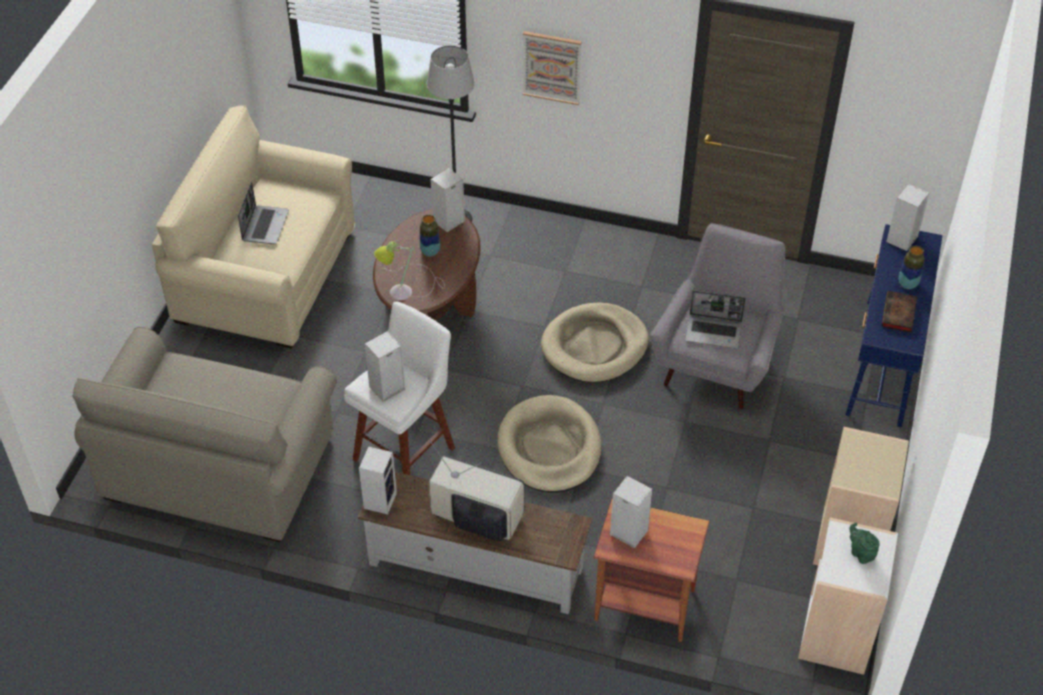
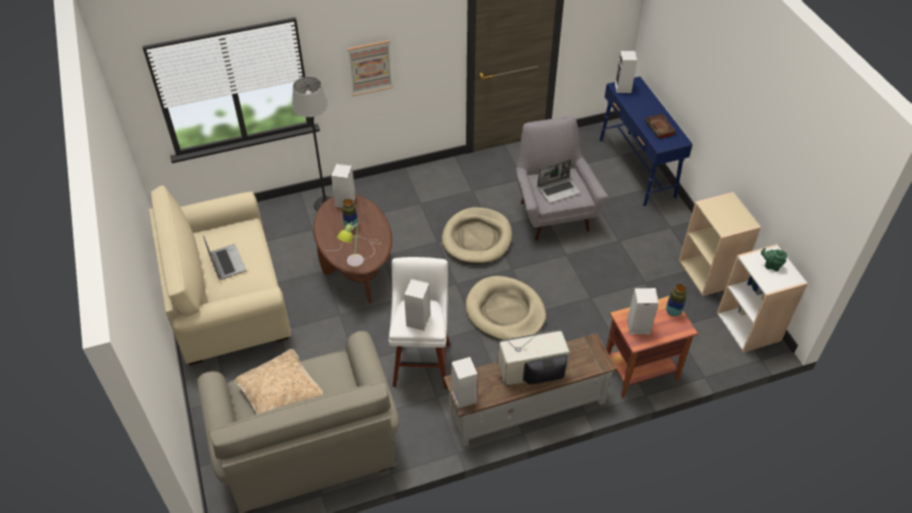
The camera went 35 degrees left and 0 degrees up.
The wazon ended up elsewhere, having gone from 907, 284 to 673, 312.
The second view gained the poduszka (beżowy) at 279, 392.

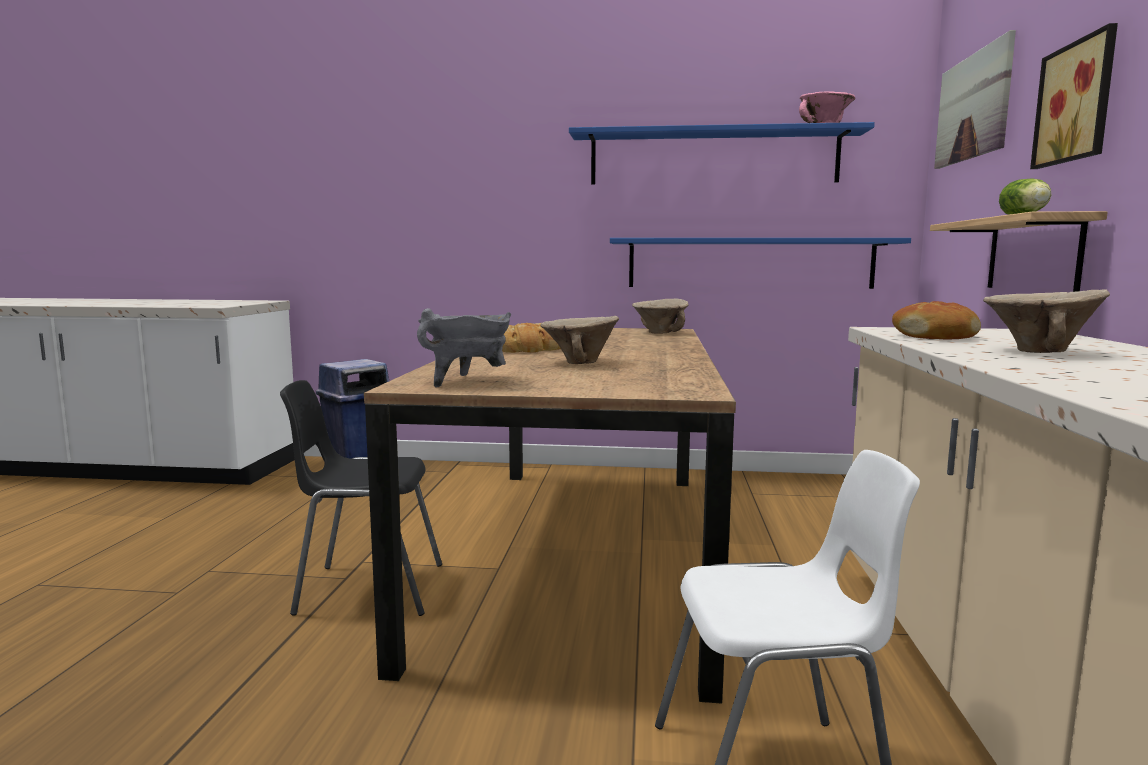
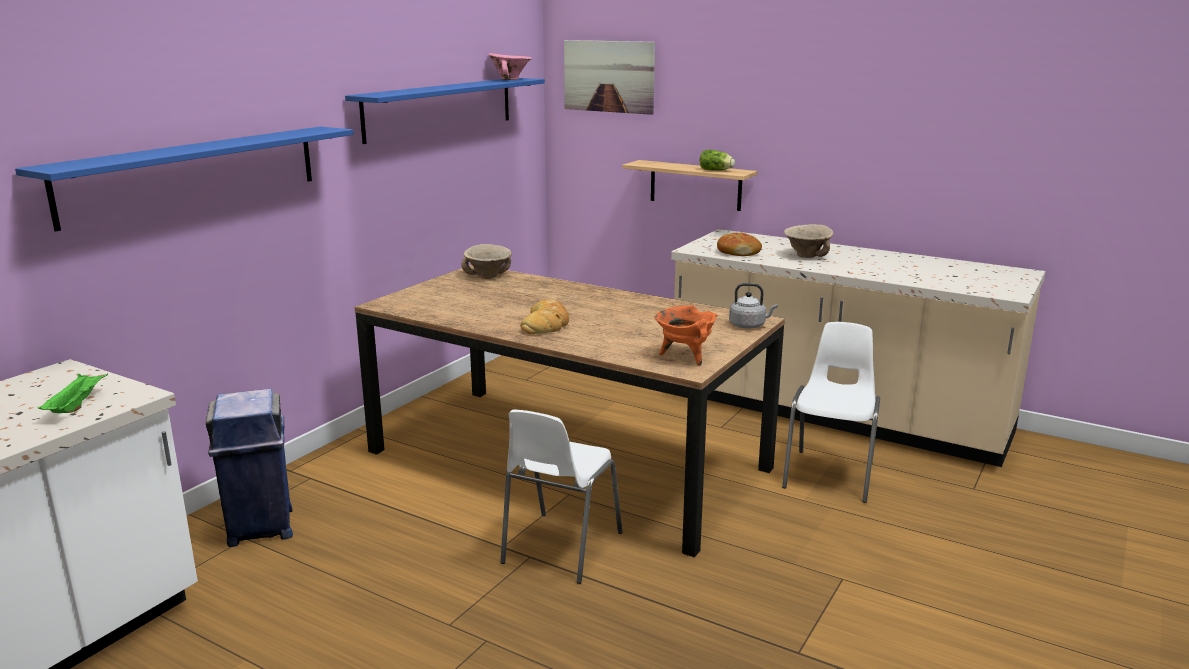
The camera went 65 degrees left and 10 degrees up.
What was the krzesło (czarny) at 367, 589 turned into the krzesło (biały) at 559, 549.
What was the garnek (szary) at 467, 382 turned into the garnek (pomarańczowy) at 685, 356.
The second view lost the miska (beżowy) at 578, 363.
The półka (niebieski) ended up elsewhere, having gone from 750, 263 to 194, 173.
The second view lost the obraz at 1079, 102.
The second view gained the taca (zielony) at 76, 405.
The second view gained the czajnik (szary) at 749, 325.

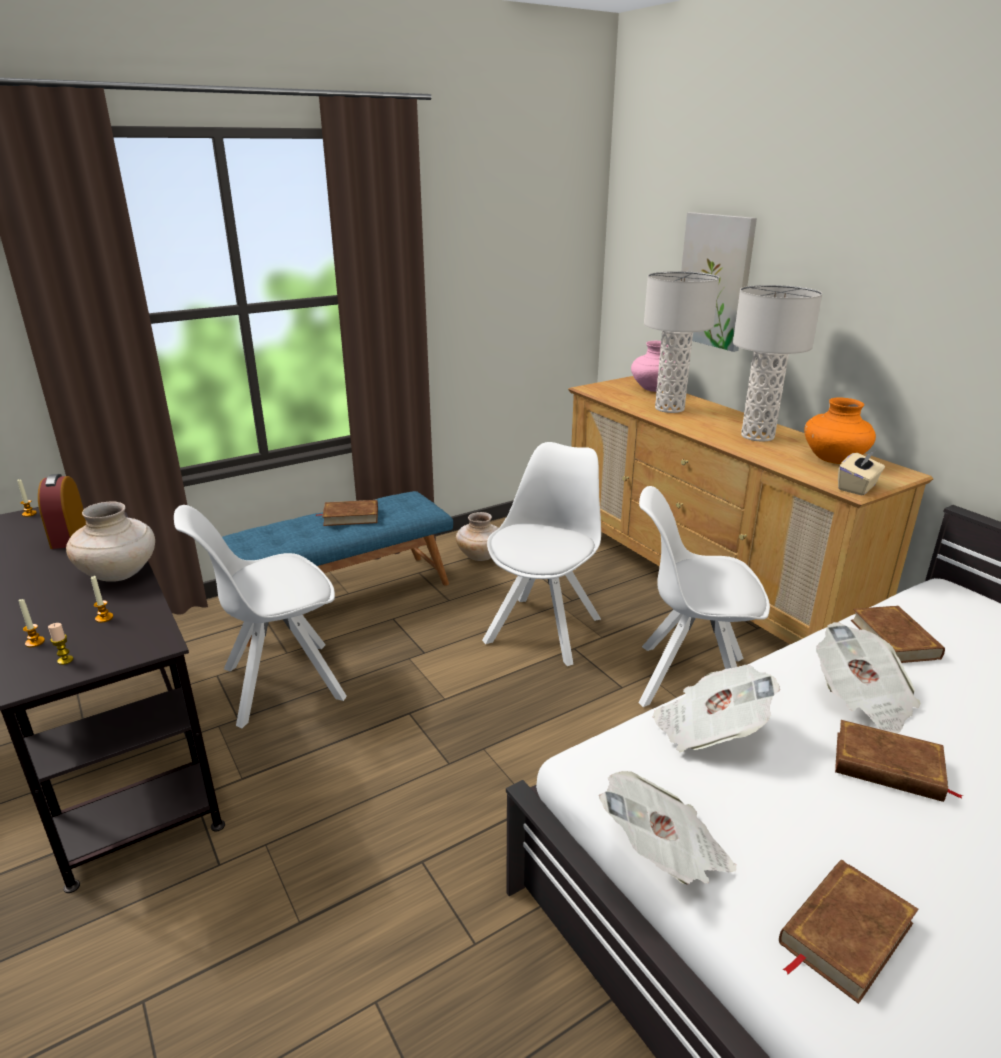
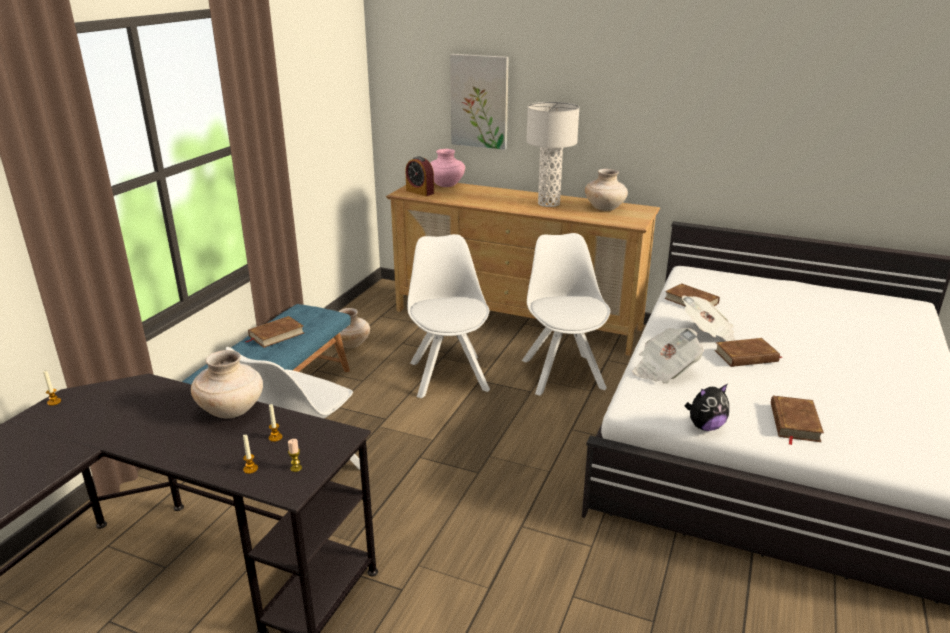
The camera went 35 degrees left and 0 degrees up.
The budzik ended up elsewhere, having gone from 69, 536 to 420, 192.
Where the gazeta stood at 665, 854, the pluszak came to stand at 705, 426.
The krzesło (biały) at 689, 680 ended up facing another way, 105 degrees clockwise from before.
The second view lost the lampa stołowa (biały) at 669, 408.
What was the wazon (pomarańczowy) at 834, 459 turned into the wazon (beżowy) at 605, 208.
The second view lost the pudełko chusteczek (beżowy) at 857, 487.

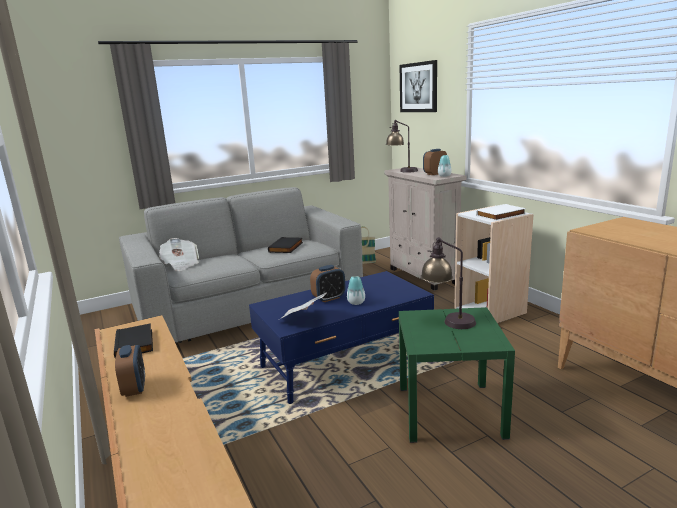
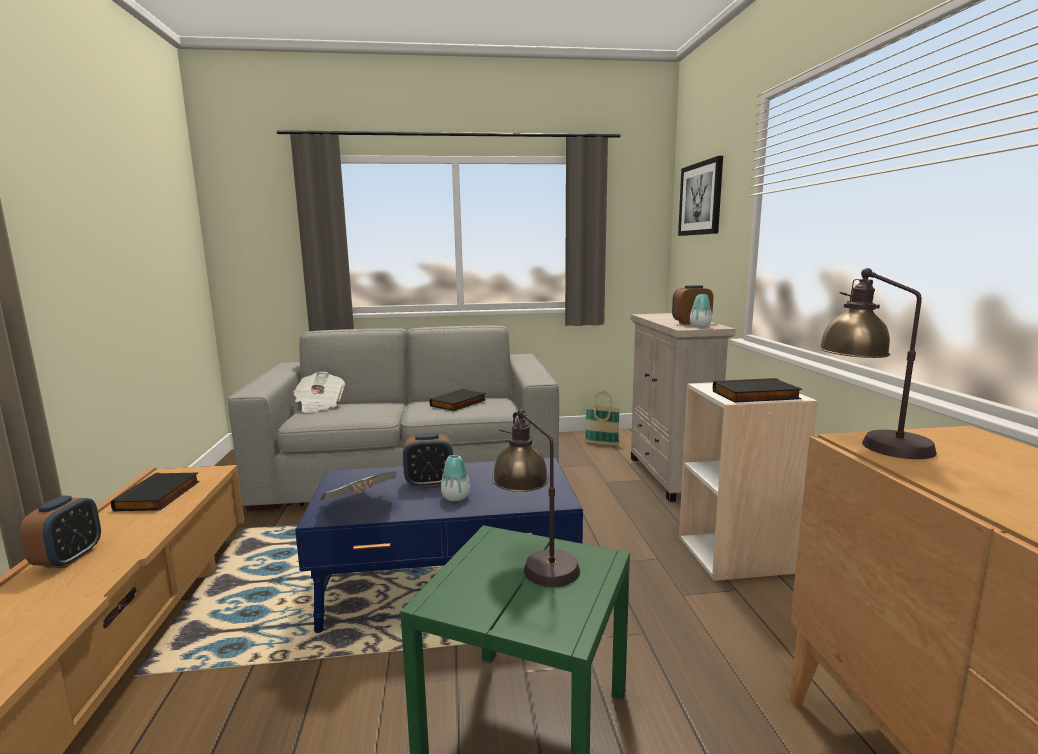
The camera went 20 degrees right and 5 degrees down.
The lampa stołowa ended up elsewhere, having gone from 402, 171 to 869, 442.
What was the książka (biały) at 501, 215 turned into the książka (czarny) at 755, 396.

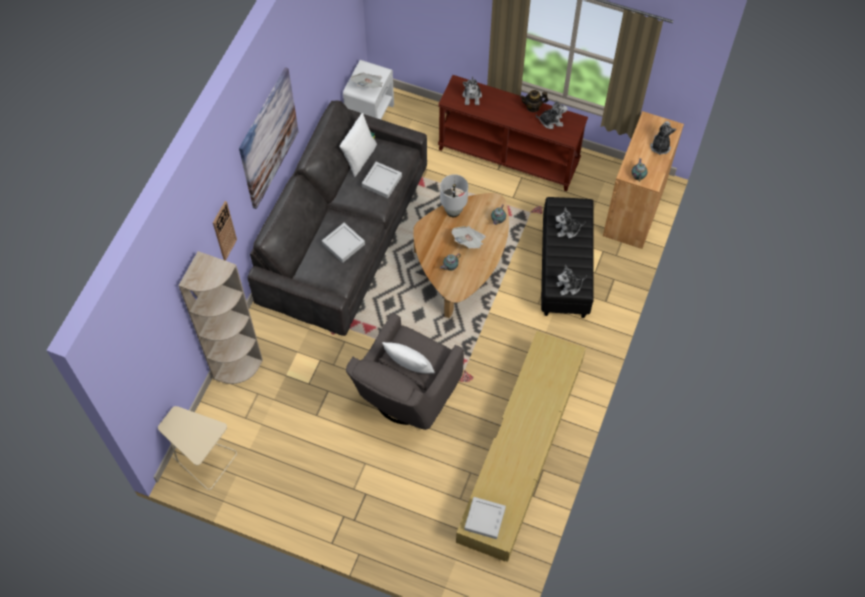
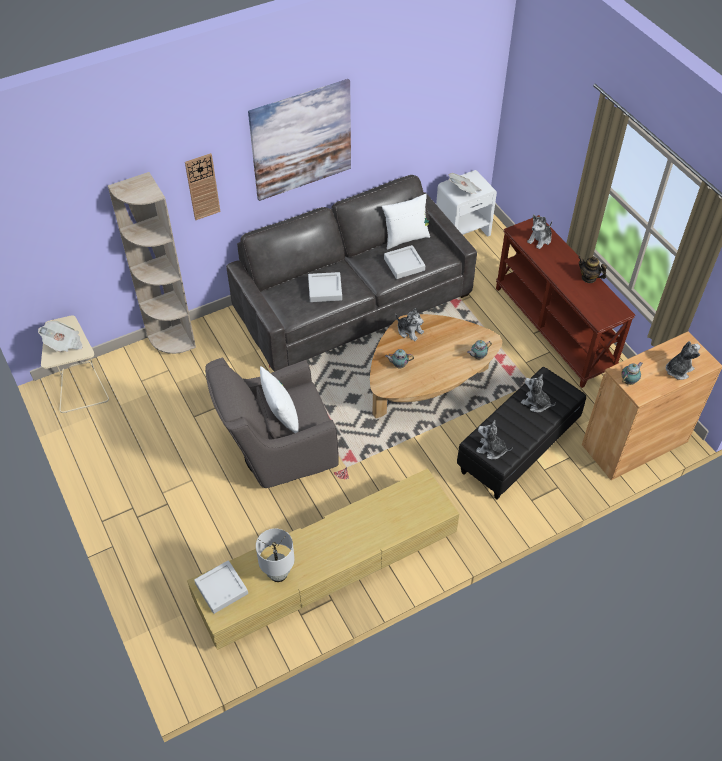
The camera went 40 degrees right and 10 degrees down.
The lampa stołowa (biały) ended up elsewhere, having gone from 453, 211 to 278, 573.
The gazeta ended up elsewhere, having gone from 469, 241 to 64, 344.
The pluszak ended up elsewhere, having gone from 551, 121 to 409, 331.

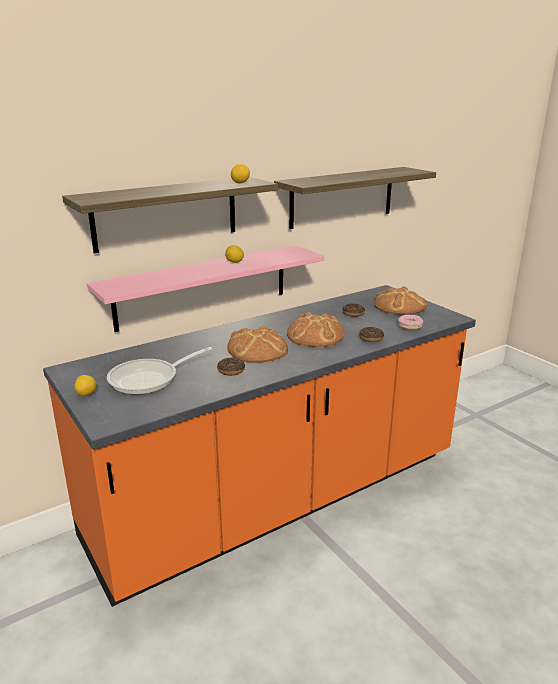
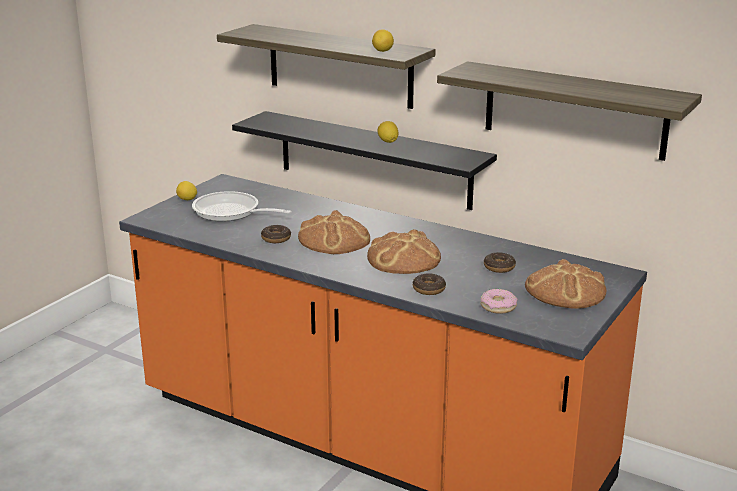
The camera went 65 degrees right and 0 degrees up.
What was the półka (różowy) at 203, 287 turned into the półka (czarny) at 373, 159.

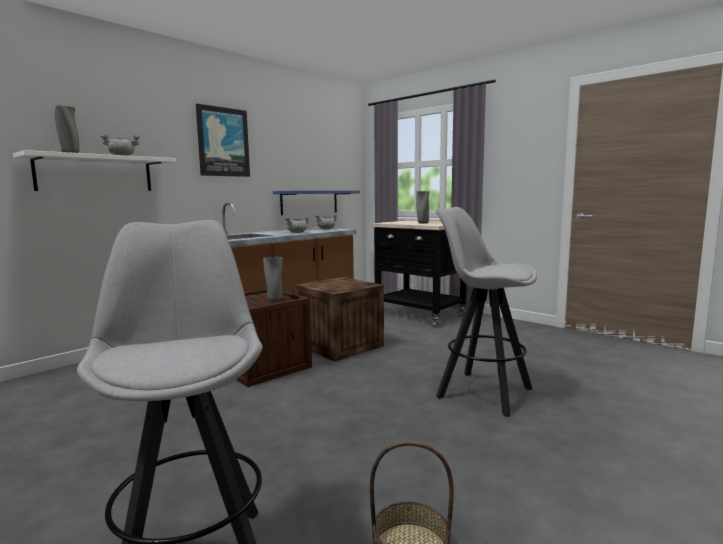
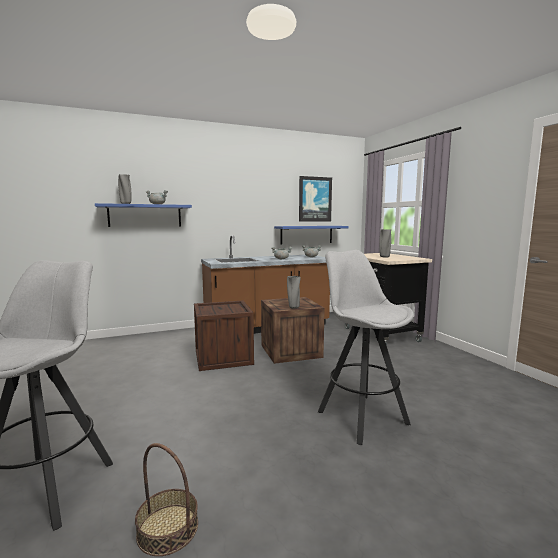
The camera went 25 degrees right and 0 degrees up.
What was the półka (biały) at 95, 174 turned into the półka (niebieski) at 145, 215.
The obraz ended up elsewhere, having gone from 223, 142 to 315, 199.
The wazon (szary) ended up elsewhere, having gone from 274, 300 to 293, 307.

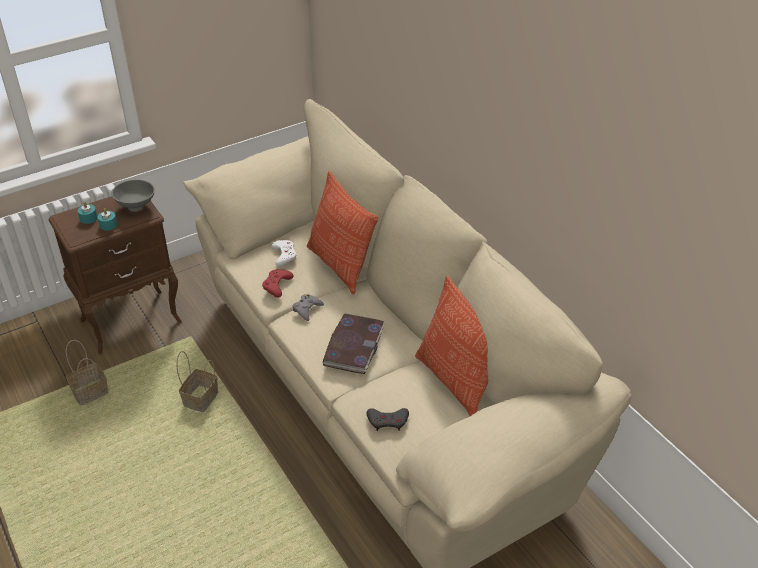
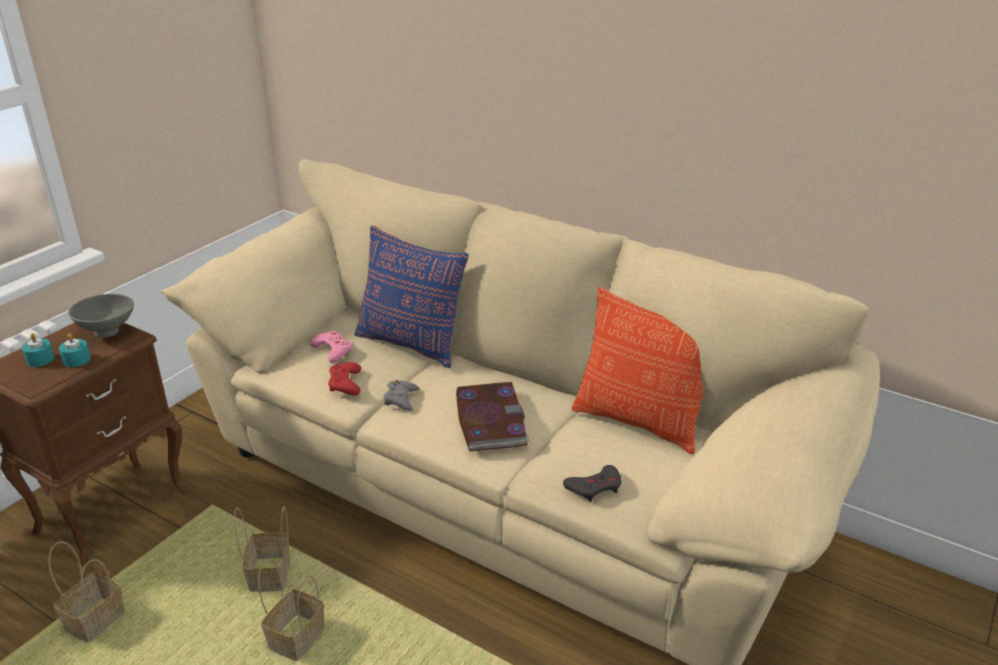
The camera went 25 degrees left and 10 degrees down.
What was the pad do gier (biały) at 284, 255 turned into the pad do gier (różowy) at 333, 350.
What was the poduszka (pomarańczowy) at 341, 266 turned into the poduszka (niebieski) at 411, 345.
The second view gained the koszyk at 297, 636.

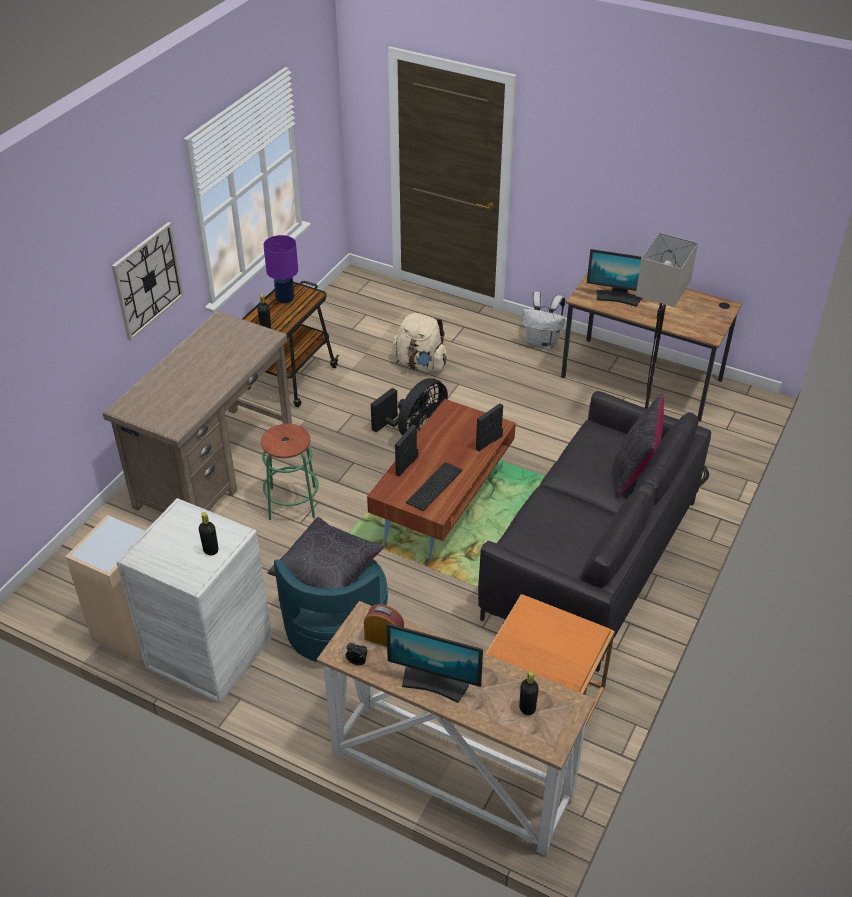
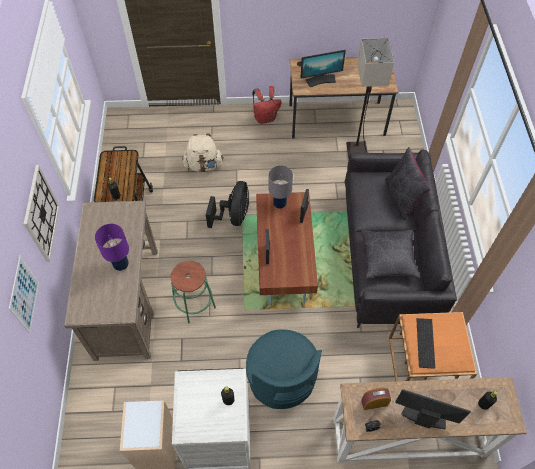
The camera went 30 degrees left and 15 degrees up.
The lampa stołowa (fioletowy) ended up elsewhere, having gone from 285, 299 to 121, 265.
The poduszka (czarny) ended up elsewhere, having gone from 327, 569 to 388, 258.
The monitor at 434, 683 ended up facing another way, 150 degrees counterclockwise from before.
The klawiatura ended up elsewhere, having gone from 435, 487 to 426, 343.
What was the plecak (biały) at 542, 342 turned into the plecak (czerwony) at 265, 118.
The second view gained the obraz at 24, 294.
The second view gained the lampa stołowa (szary) at 280, 204.

